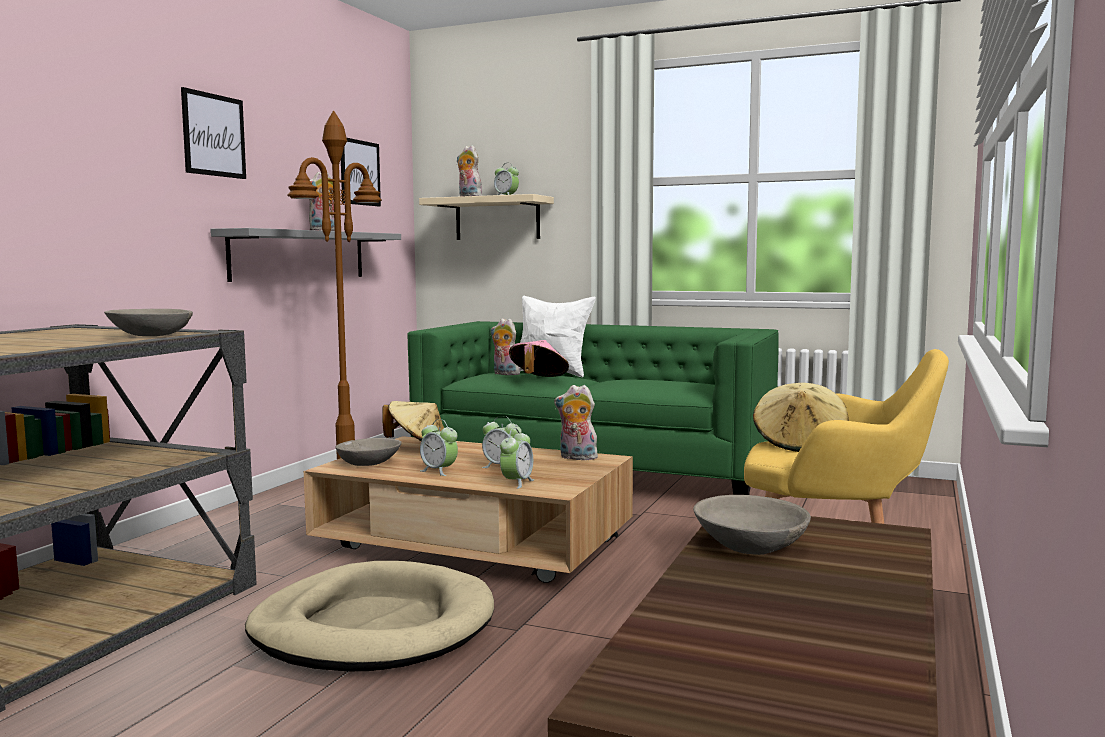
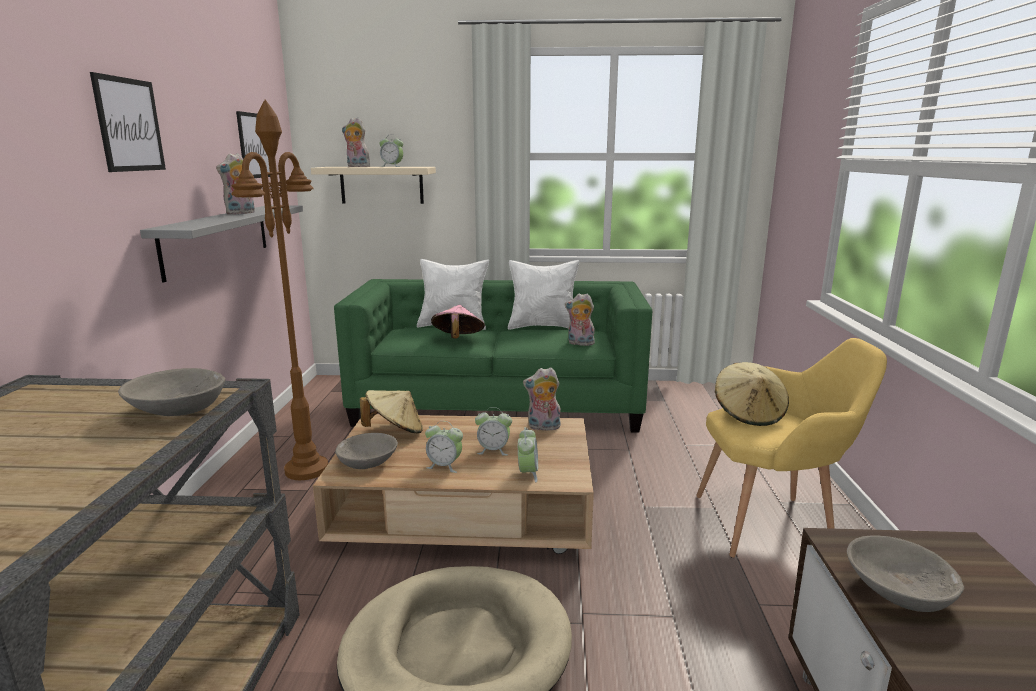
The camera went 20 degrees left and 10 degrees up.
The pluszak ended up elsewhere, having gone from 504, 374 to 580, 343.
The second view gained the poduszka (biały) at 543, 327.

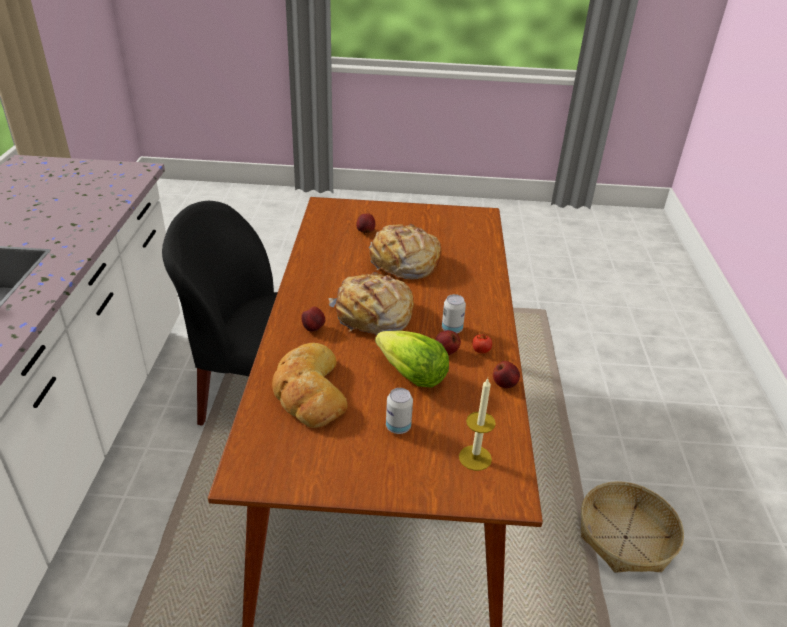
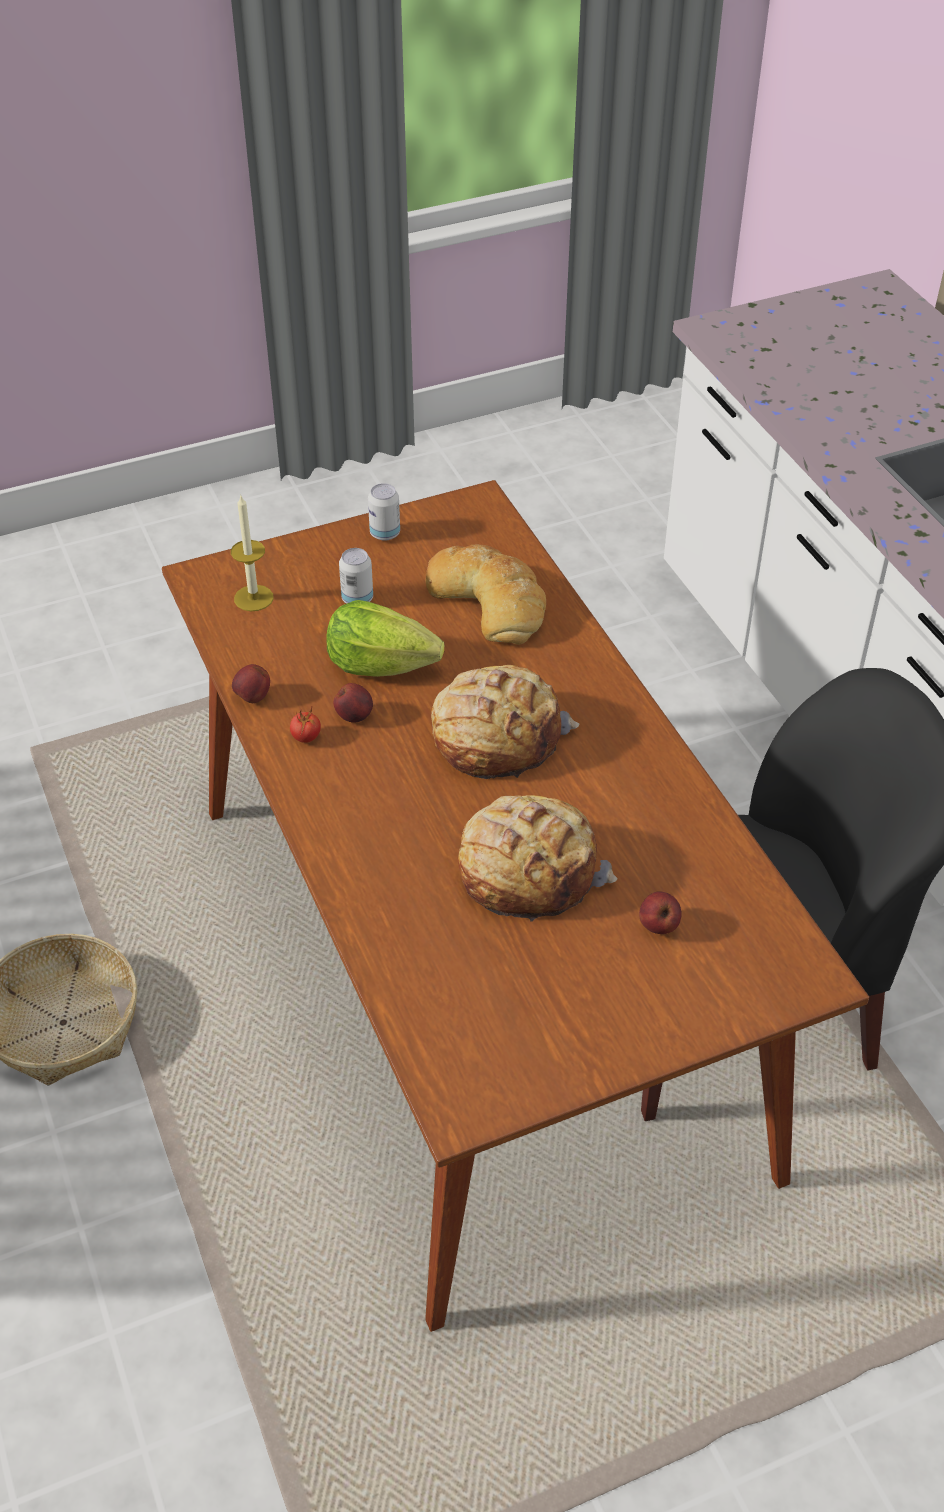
The camera went 155 degrees right and 10 degrees up.
The second view lost the jabłko at 314, 329.
The puszka ended up elsewhere, having gone from 452, 329 to 385, 533.

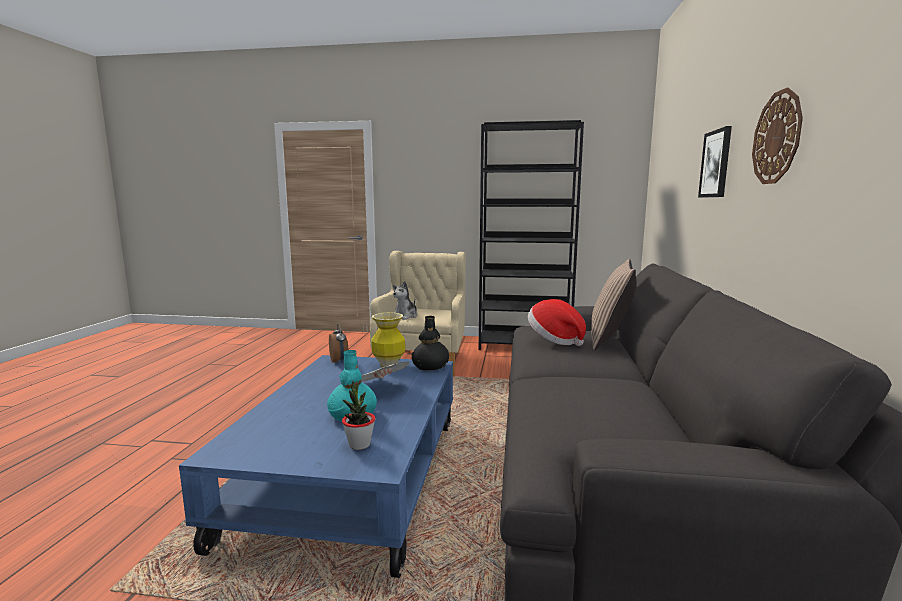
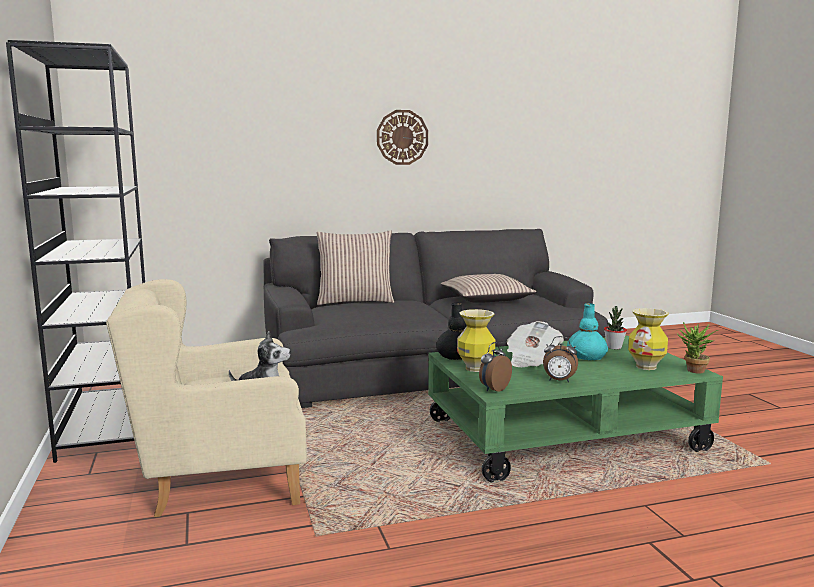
The camera went 115 degrees left and 0 degrees up.
What was the ława (niebieski) at 354, 477 turned into the ława (zielony) at 563, 435.
The second view lost the kapelusz at 554, 339.
The second view lost the obraz at 716, 164.
The second view gained the poduszka at 486, 299.
The second view gained the budzik at 559, 381.
The second view gained the wazon at 646, 367.
The second view gained the roślina doniczkowa at 693, 371.

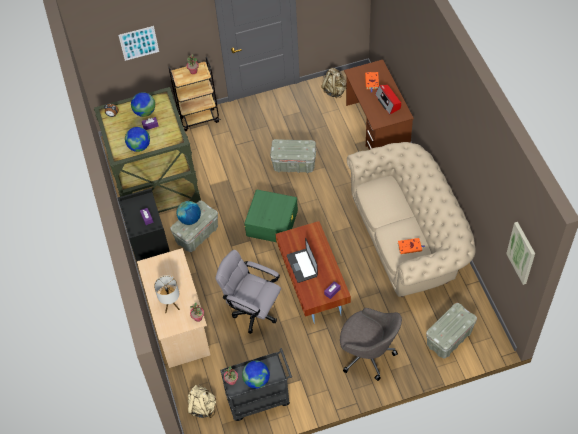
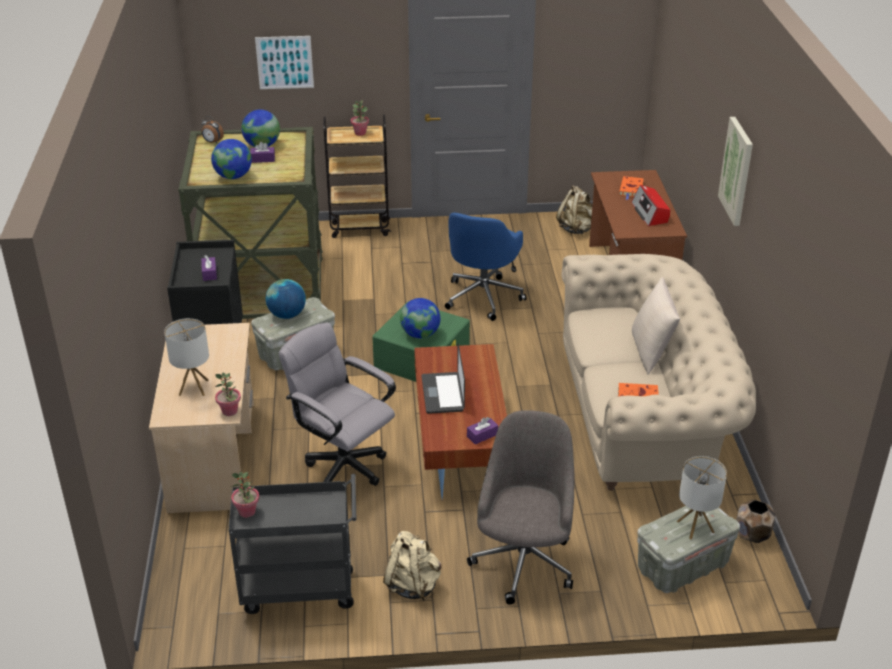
The camera went 10 degrees right and 20 degrees down.
The plecak (beżowy) ended up elsewhere, having gone from 202, 407 to 413, 585.
The globus ended up elsewhere, having gone from 256, 380 to 420, 334.
Where the pojemnik do przechowywania (szary) stood at 293, 164, the krzesło biurowe (niebieski) came to stand at 483, 298.
The krzesło biurowe (szary) at 368, 355 ended up facing another way, 120 degrees counterclockwise from before.
The obraz ended up elsewhere, having gone from 521, 253 to 737, 171.
The second view gained the poduszka (beżowy) at 651, 352.
The second view gained the lampa stołowa at 695, 526.
The second view gained the donica (brązowy) at 752, 535.

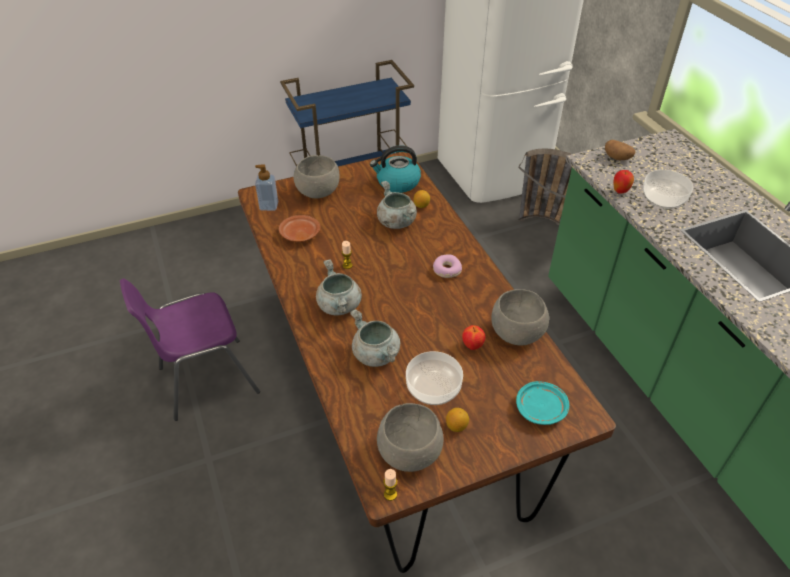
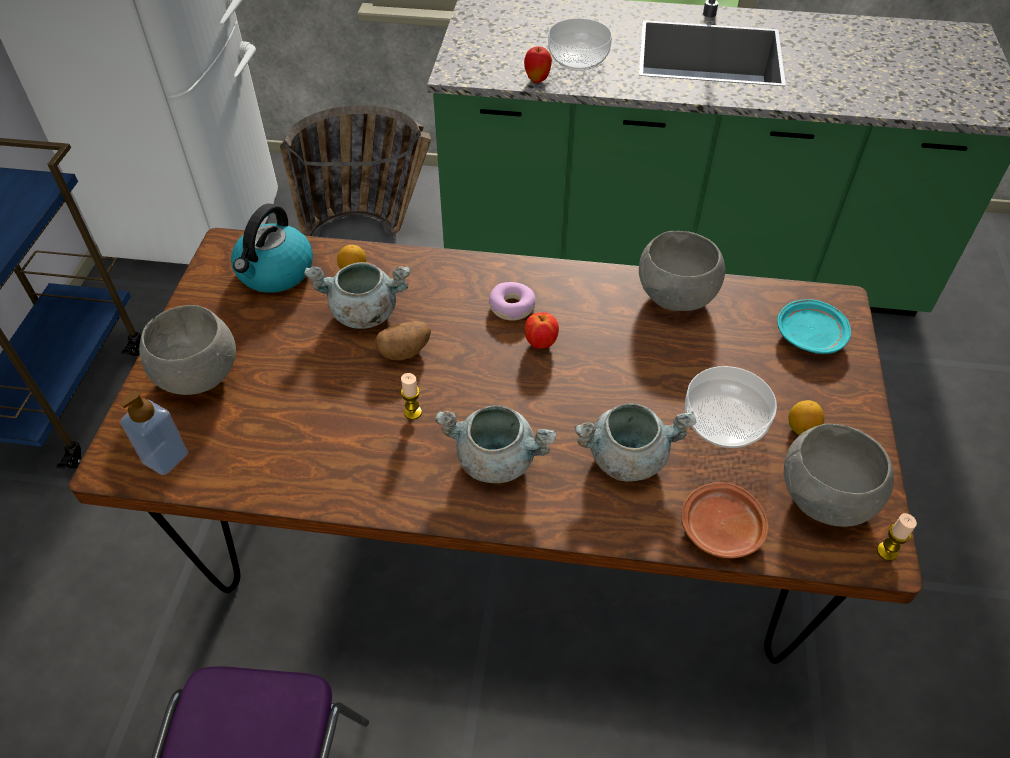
The camera went 60 degrees left and 5 degrees up.
The talerz (brązowy) ended up elsewhere, having gone from 299, 234 to 721, 529.
The jabłko ended up elsewhere, having gone from 472, 346 to 541, 343.
The ziemniak ended up elsewhere, having gone from 617, 158 to 405, 351.

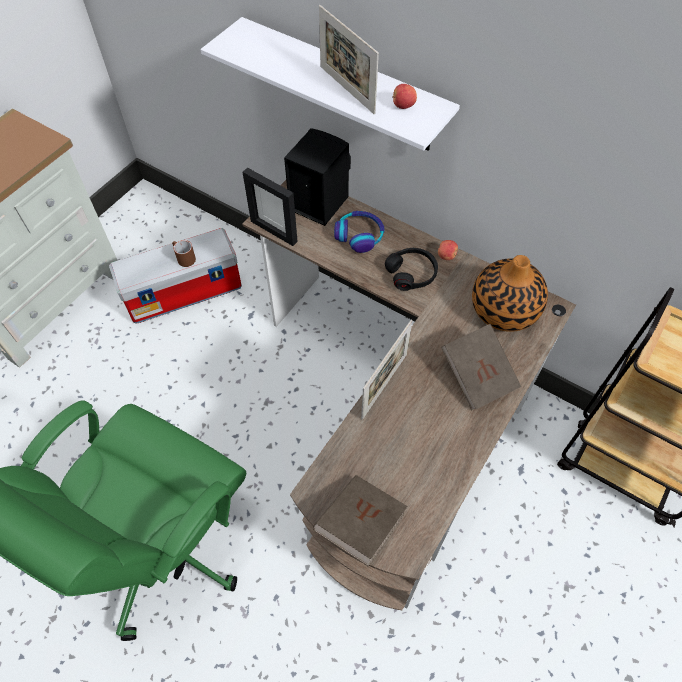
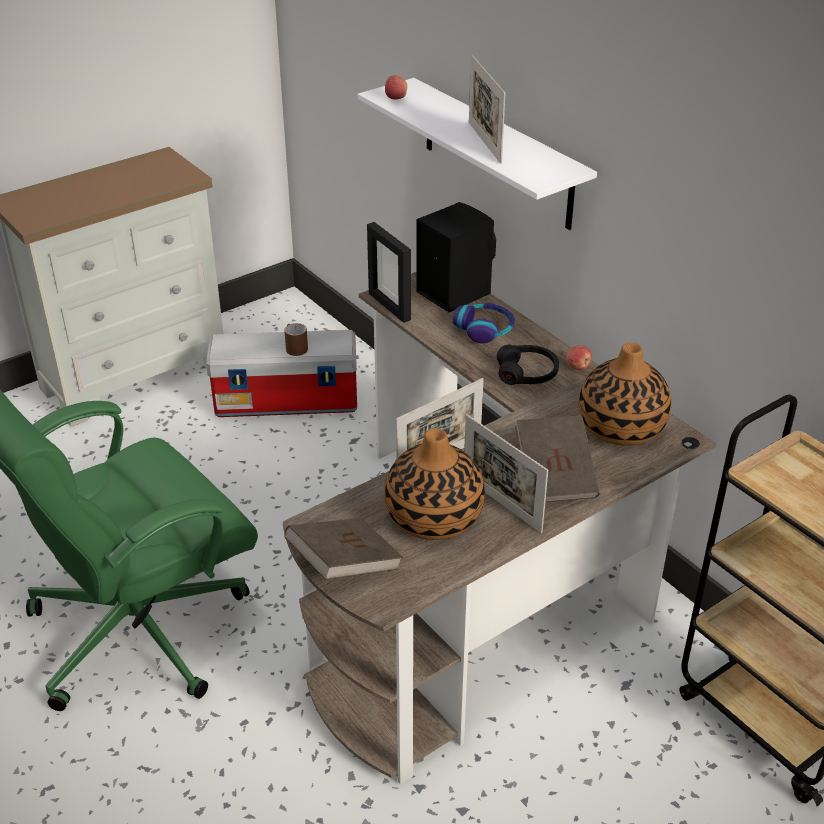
The camera went 20 degrees right and 20 degrees down.
The jabłko ended up elsewhere, having gone from 403, 106 to 395, 98.
The second view gained the wazon at 433, 517.
The second view gained the ramka na zdjęcie at 501, 503.

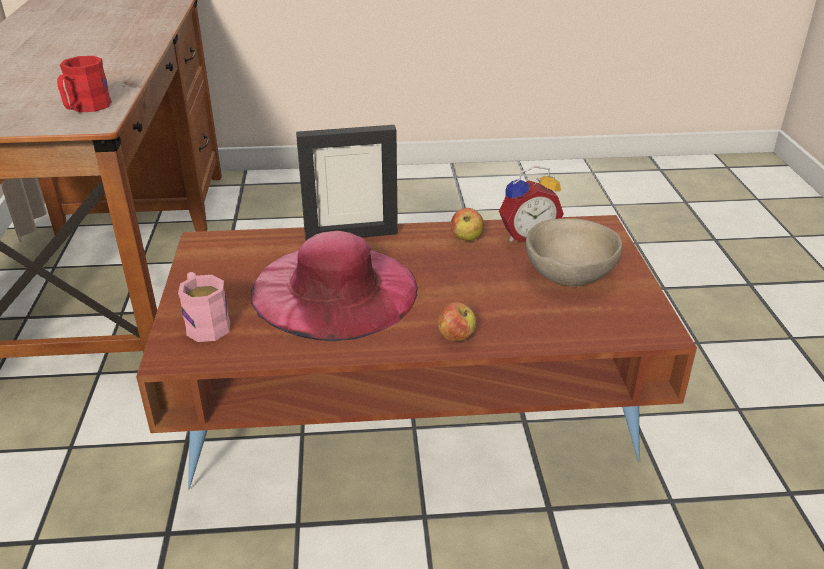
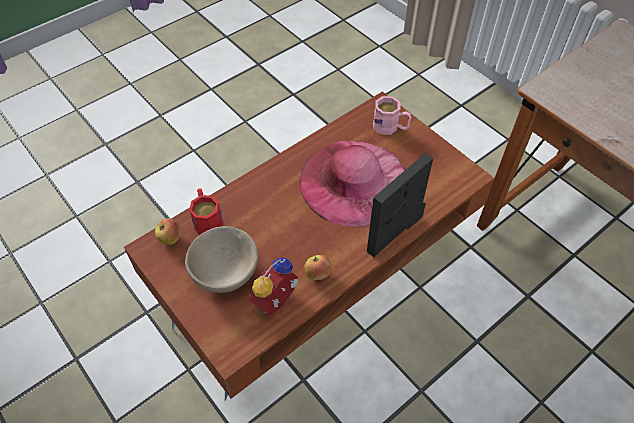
The camera went 145 degrees right and 20 degrees up.
The kubek (czerwony) ended up elsewhere, having gone from 85, 108 to 207, 220.
The jabłko ended up elsewhere, having gone from 456, 337 to 170, 238.

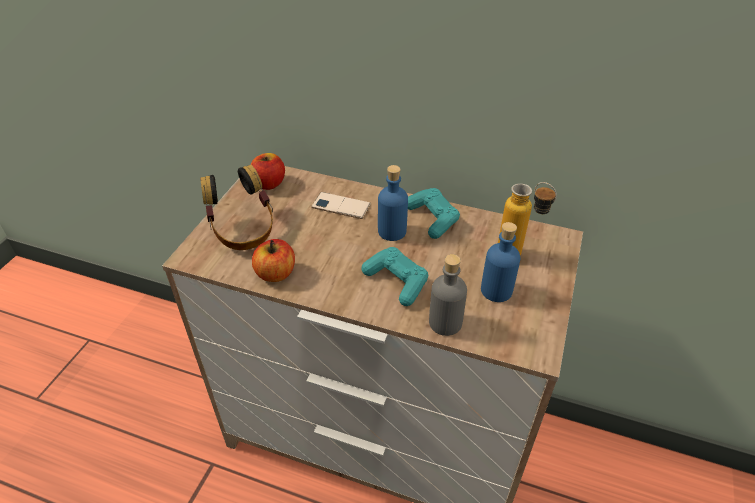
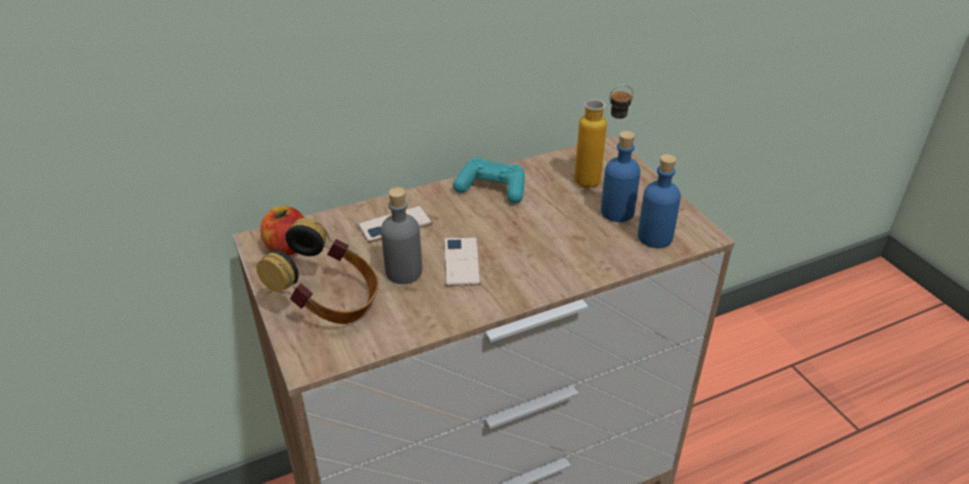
The camera went 45 degrees left and 5 degrees down.
The second view lost the jabłko at 276, 273.
The second view lost the pad do gier (turkusowy) at 396, 281.
The butelka (niebieski) ended up elsewhere, having gone from 392, 231 to 655, 237.
The butelka (szary) ended up elsewhere, having gone from 445, 323 to 403, 272.
The second view gained the telefon at 461, 262.

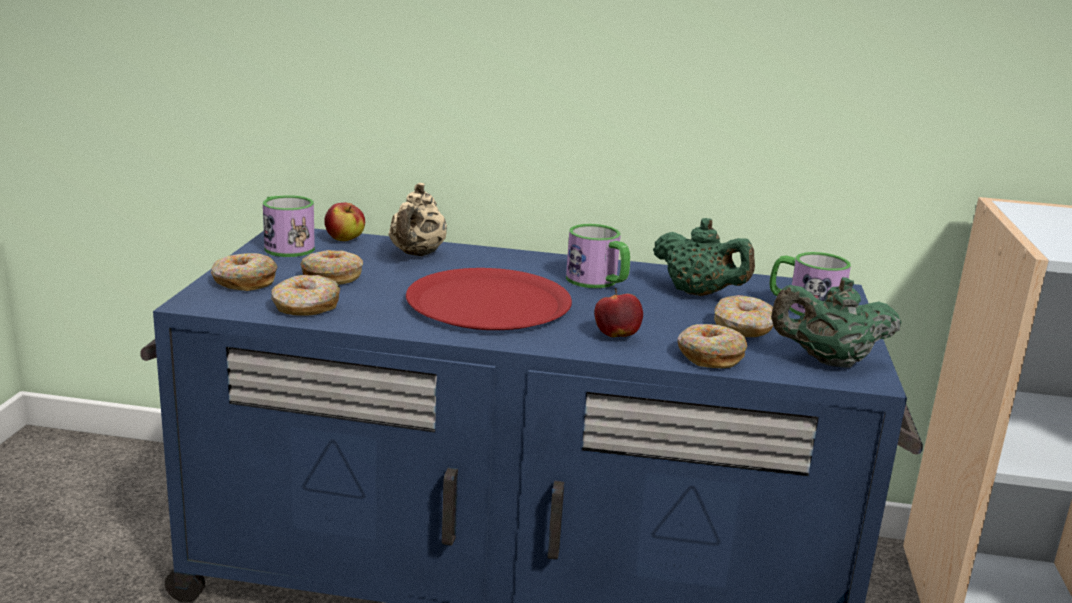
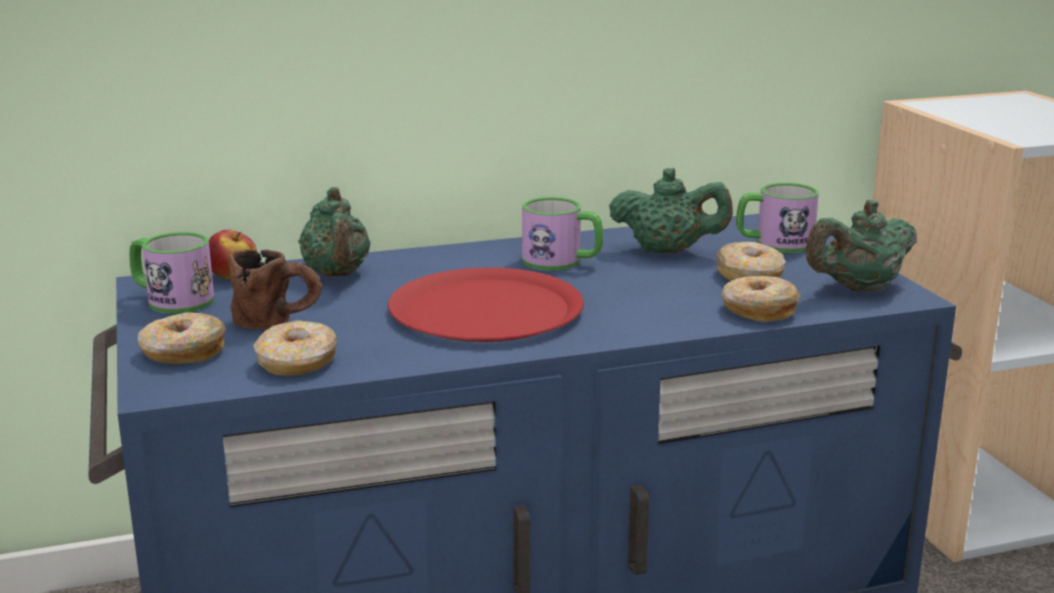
The camera went 25 degrees left and 0 degrees up.
Where the donut stood at 332, 277, the kubek (brązowy) came to stand at 279, 322.
What was the imbryk (beżowy) at 417, 254 turned into the imbryk (zielony) at 337, 274.
The second view lost the jabłko at 616, 336.

